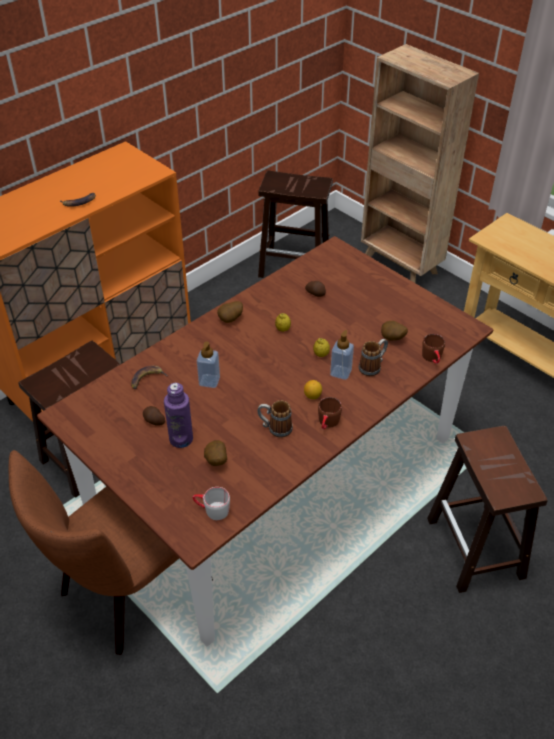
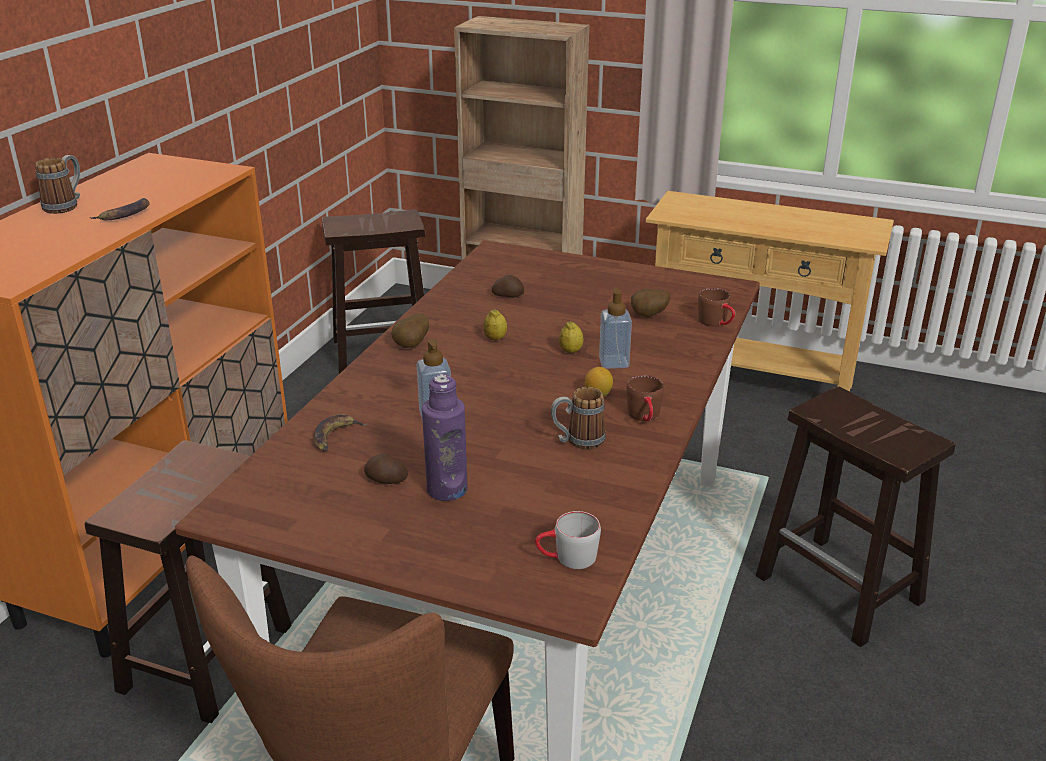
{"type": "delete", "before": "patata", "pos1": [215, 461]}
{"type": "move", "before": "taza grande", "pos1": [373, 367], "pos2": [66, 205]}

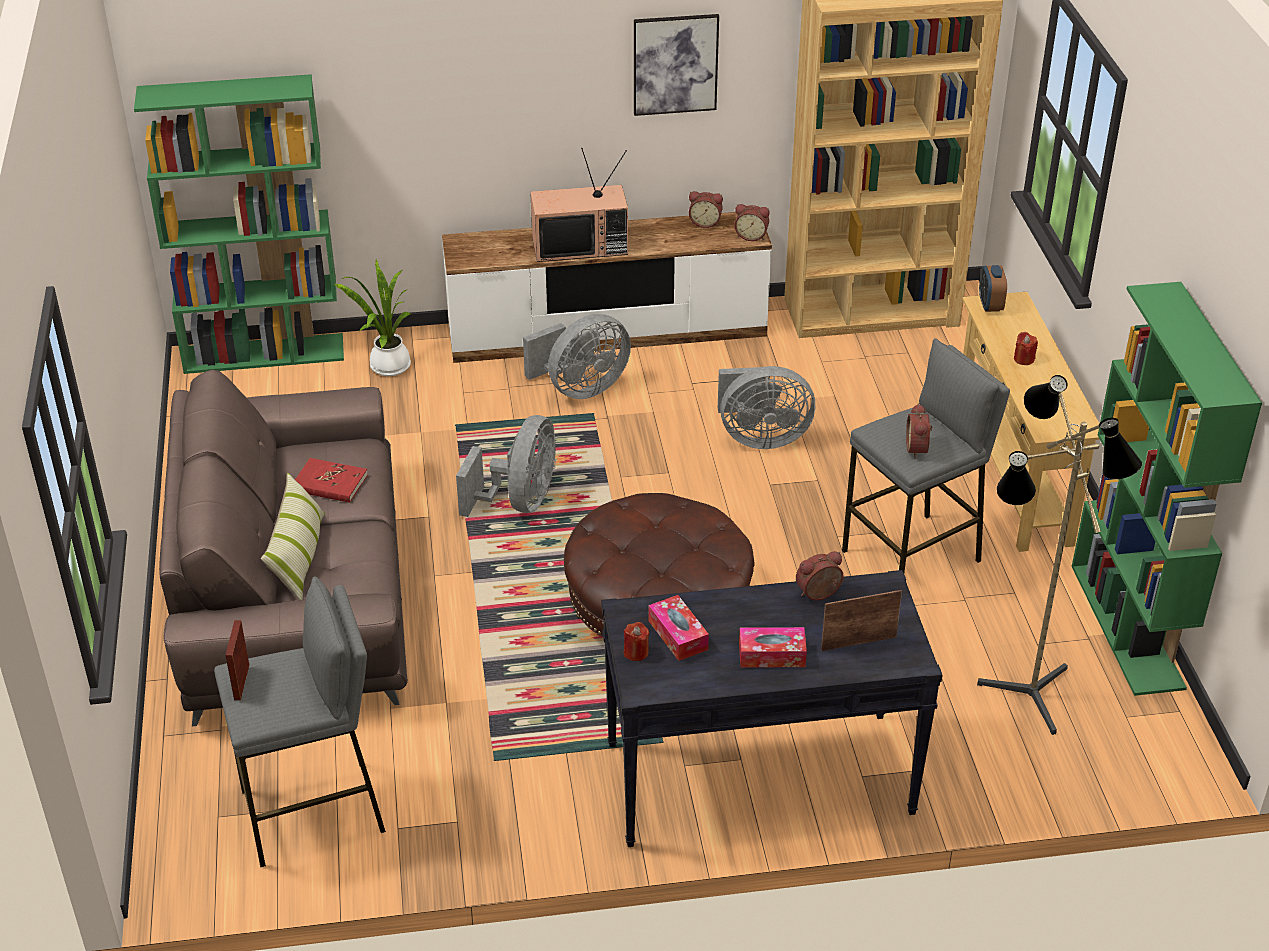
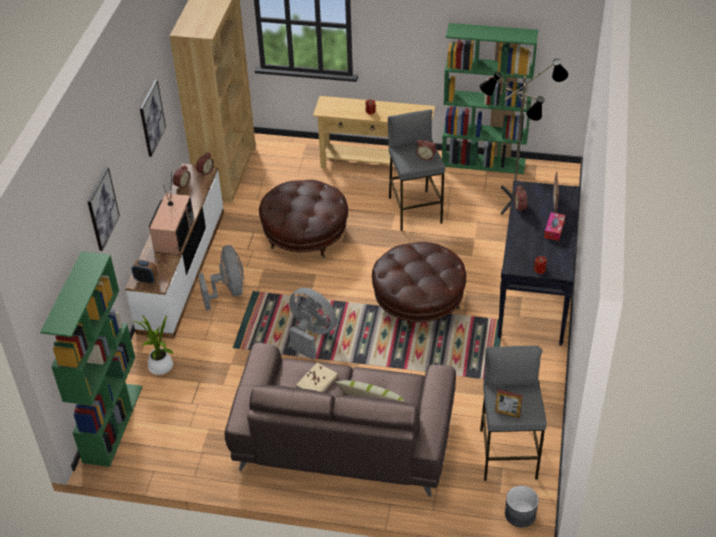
{"type": "recolor", "before": "libro/rojo", "after": "libro/beis", "pos1": [329, 483], "pos2": [317, 382]}
{"type": "delete", "before": "caja de pañuelos", "pos1": [678, 635]}
{"type": "replace", "before": "ventilador/gris", "after": "puf/marrón", "pos1": [760, 437], "pos2": [305, 235]}
{"type": "move", "before": "despertador", "pos1": [990, 305], "pos2": [146, 280]}
{"type": "insert", "after": "cuadro", "pos2": [102, 208]}
{"type": "insert", "after": "maceta/gris", "pos2": [520, 514]}

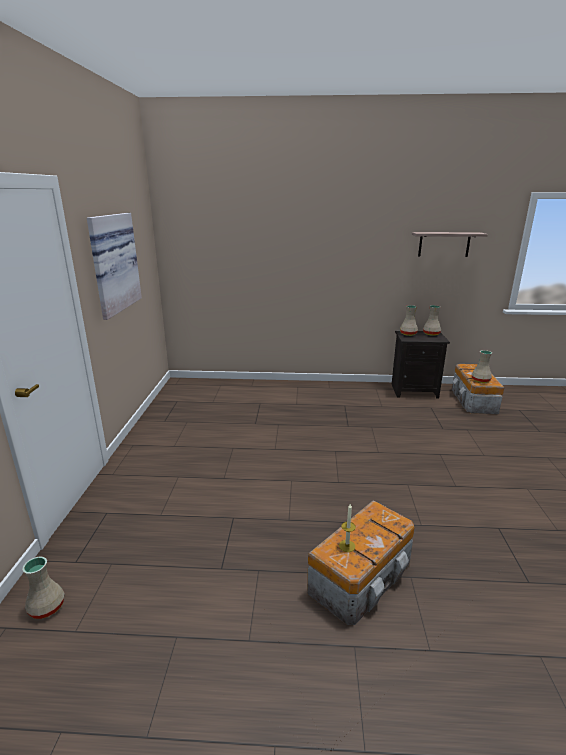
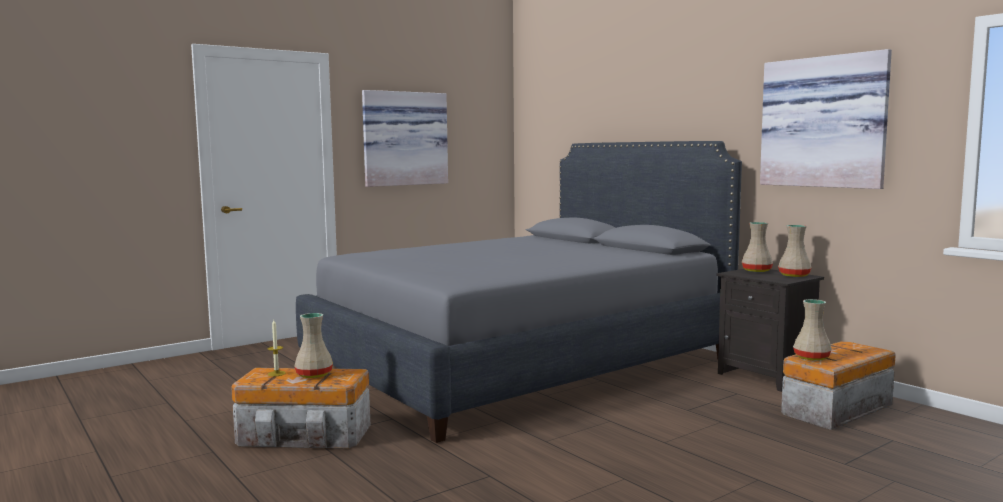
{"type": "move", "before": "florero/beis", "pos1": [48, 607], "pos2": [315, 375]}
{"type": "replace", "before": "estante", "after": "cuadro", "pos1": [444, 244], "pos2": [824, 122]}
{"type": "insert", "after": "cama/gris", "pos2": [520, 363]}

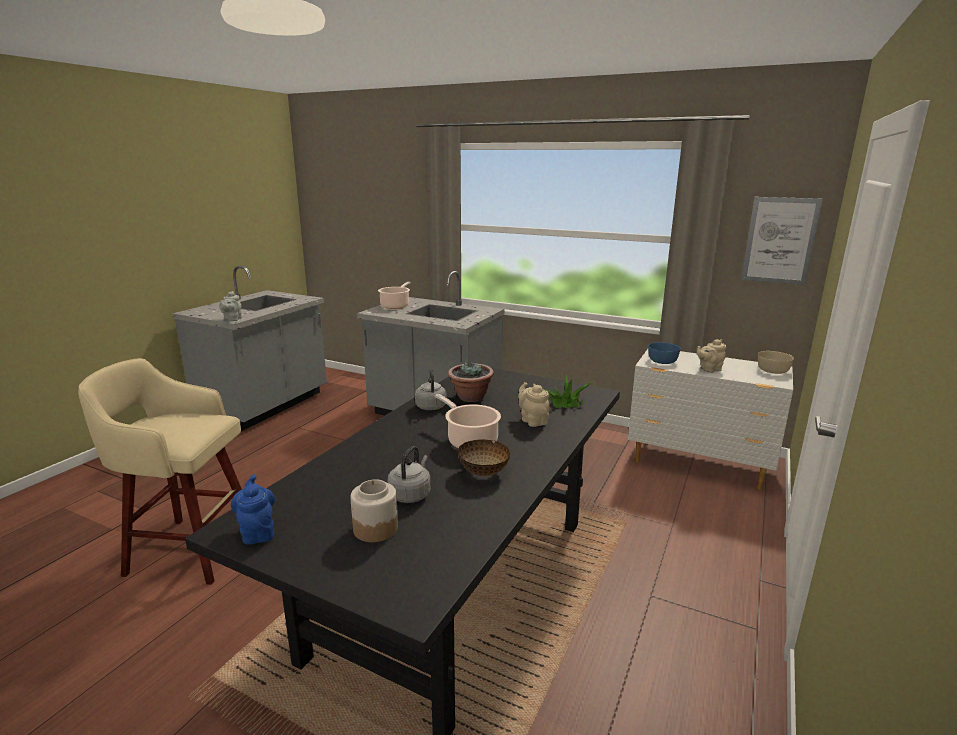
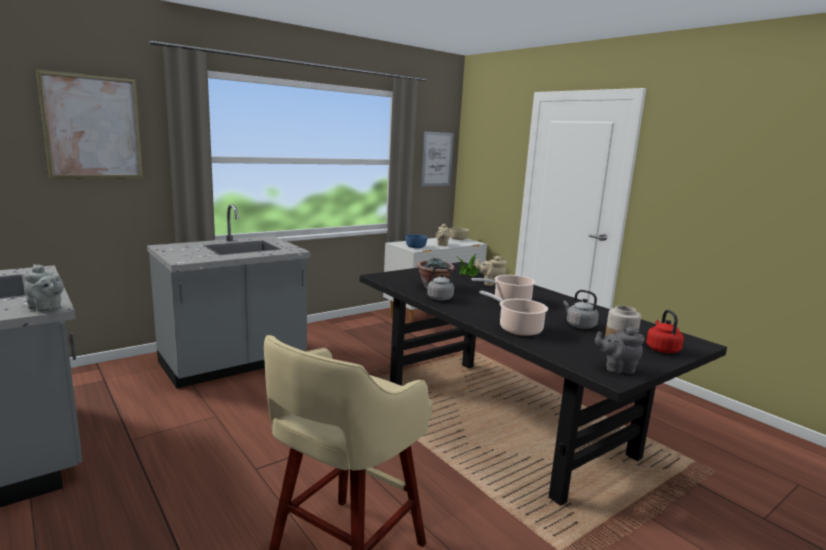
{"type": "recolor", "before": "tetera/azul", "after": "tetera/gris", "pos1": [257, 532], "pos2": [617, 369]}
{"type": "move", "before": "olla", "pos1": [395, 306], "pos2": [517, 329]}
{"type": "delete", "before": "cuenco", "pos1": [484, 473]}
{"type": "insert", "after": "cuadro", "pos2": [93, 127]}
{"type": "insert", "after": "hervidor/rojo", "pos2": [661, 349]}

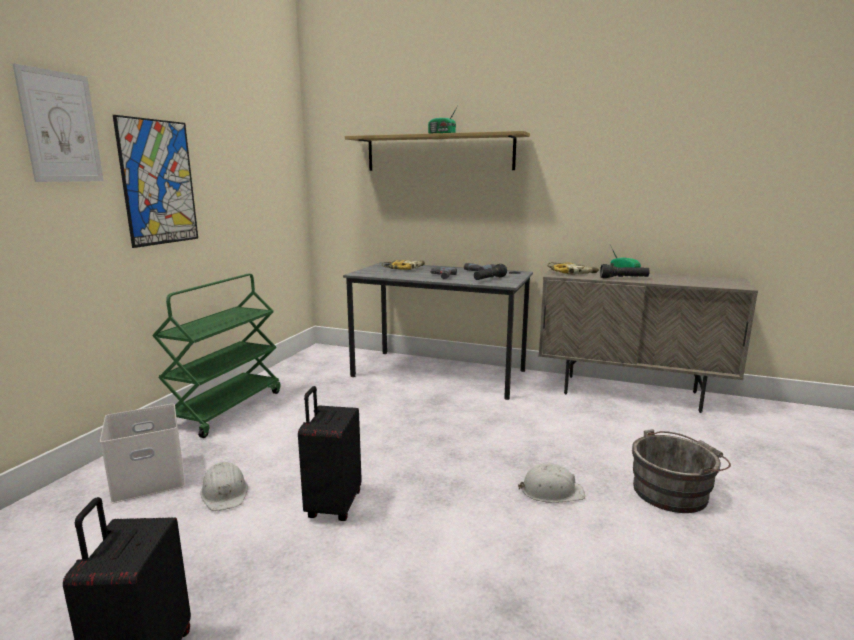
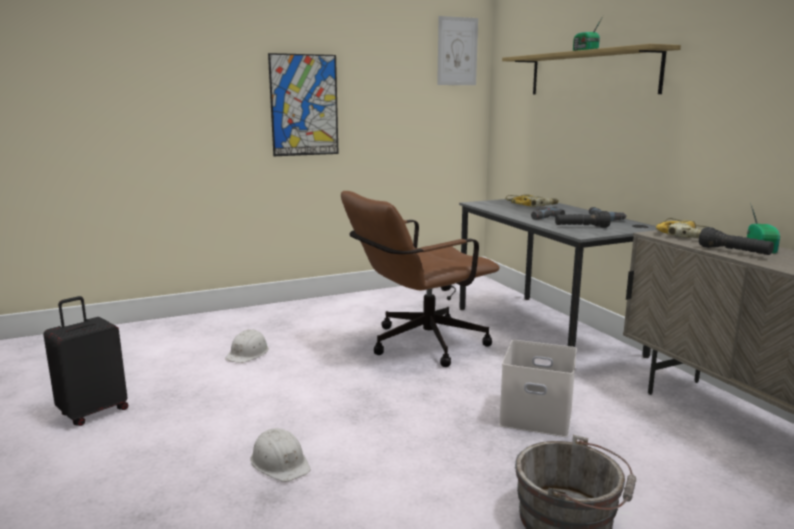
{"type": "move", "before": "cuadro", "pos1": [61, 127], "pos2": [457, 51]}
{"type": "move", "before": "caja de almacenaje/blanco", "pos1": [150, 477], "pos2": [538, 415]}
{"type": "delete", "before": "carrito/verde", "pos1": [226, 409]}
{"type": "delete", "before": "maleta/negro", "pos1": [332, 505]}
{"type": "move", "before": "casco/blanco", "pos1": [551, 491], "pos2": [280, 462]}
{"type": "insert", "after": "silla de oficina/marrón", "pos2": [418, 345]}

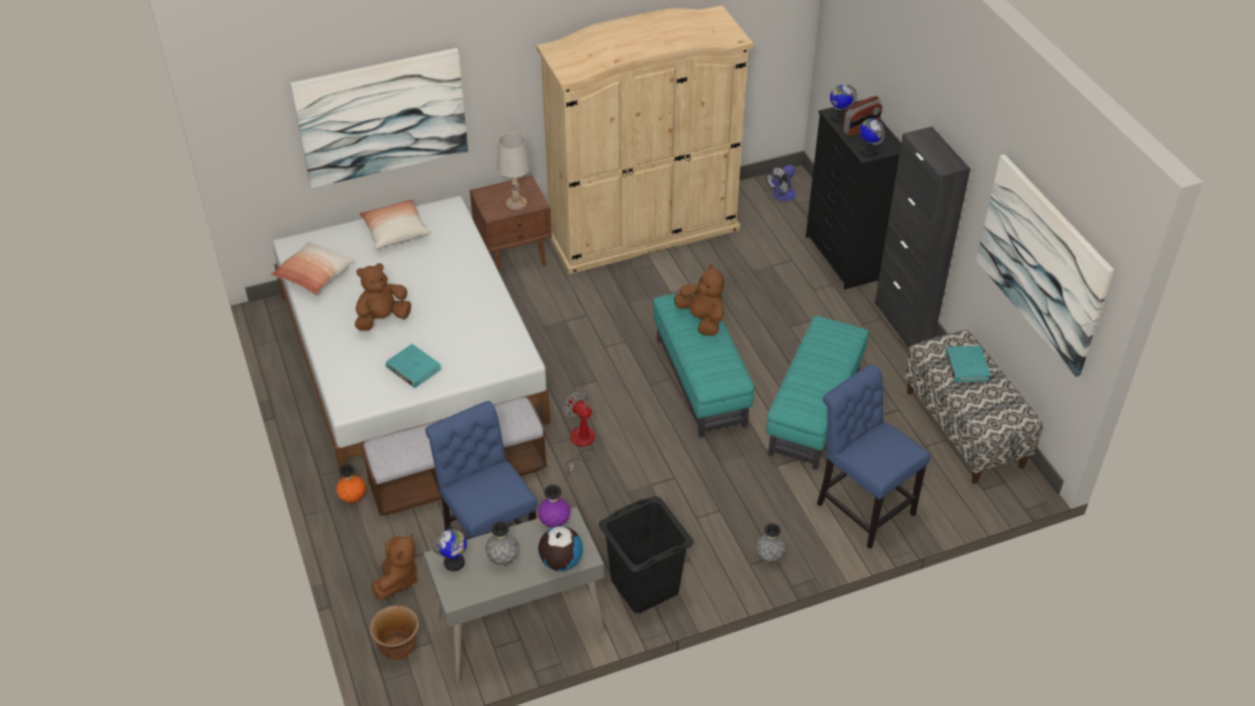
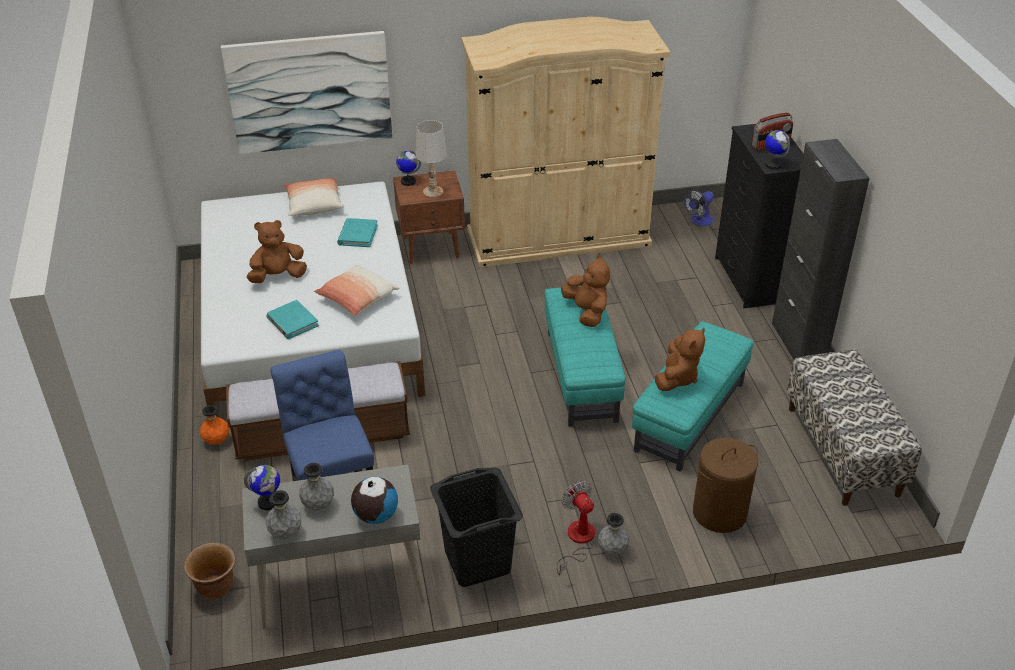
{"type": "move", "before": "cojín", "pos1": [314, 276], "pos2": [357, 299]}
{"type": "move", "before": "peluche/marrón", "pos1": [397, 579], "pos2": [677, 378]}
{"type": "delete", "before": "florero/morado", "pos1": [554, 522]}
{"type": "move", "before": "ventilador", "pos1": [580, 444], "pos2": [577, 540]}
{"type": "replace", "before": "silla/azul", "after": "cesto de la ropa/marrón", "pos1": [861, 506], "pos2": [720, 512]}
{"type": "move", "before": "globo terráqueo", "pos1": [838, 117], "pos2": [408, 181]}
{"type": "move", "before": "libro/turquesa", "pos1": [966, 366], "pos2": [357, 235]}
{"type": "delete", "before": "cuadro", "pos1": [1042, 264]}
{"type": "insert", "after": "florero/gris", "pos2": [286, 533]}

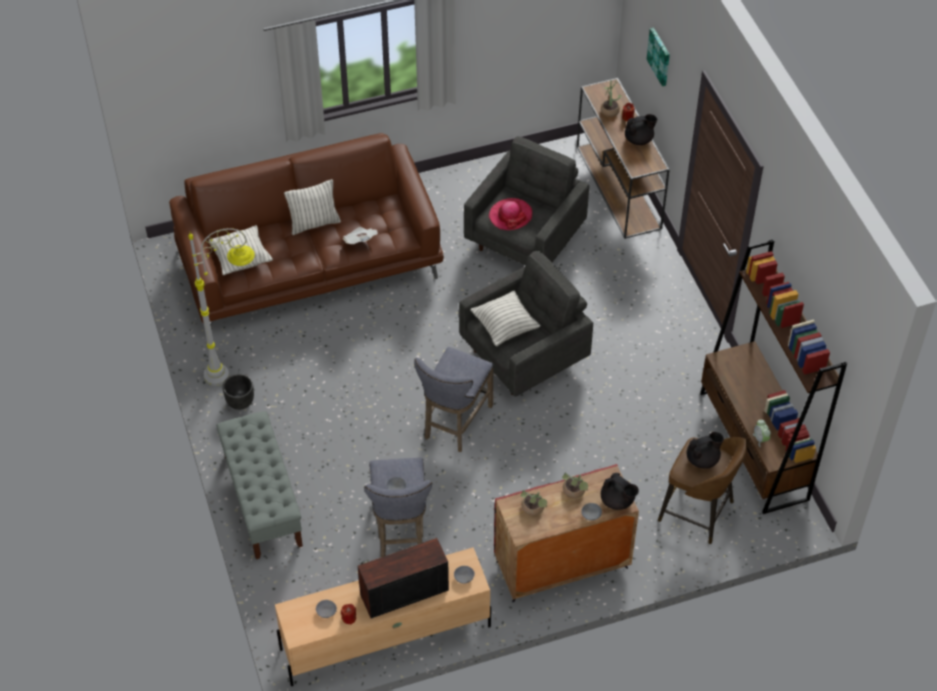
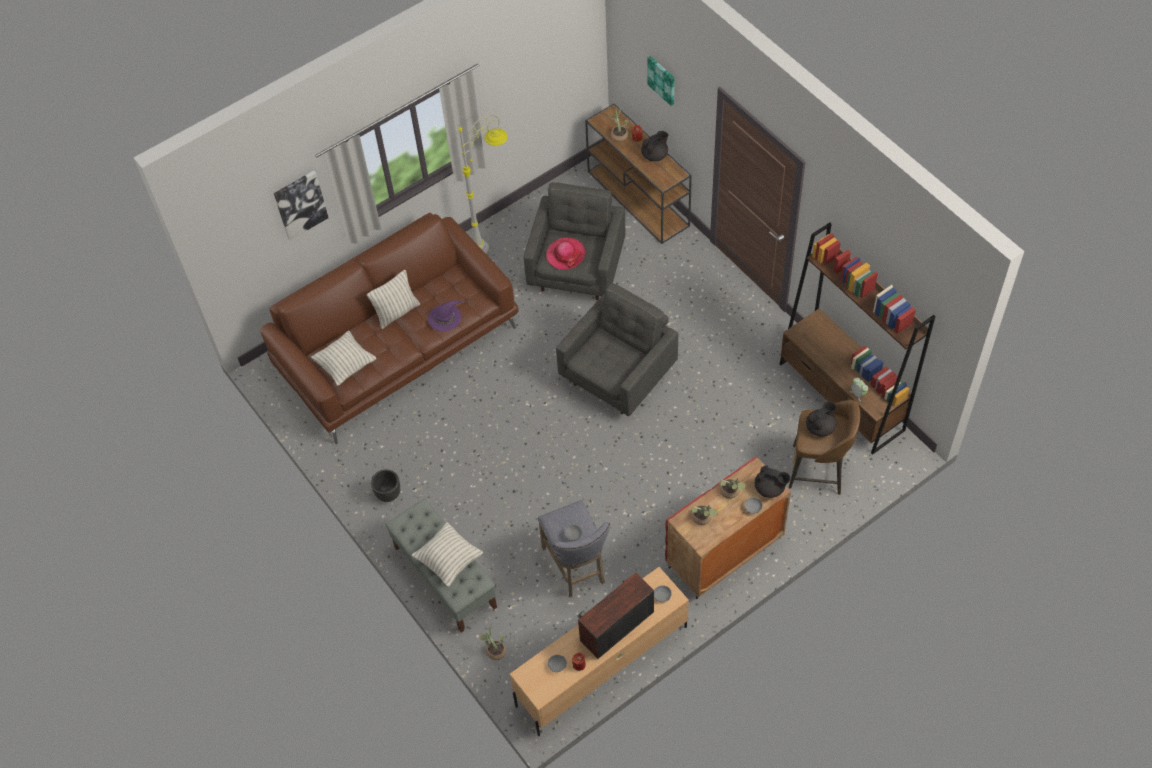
{"type": "move", "before": "lámpara de pie/gris", "pos1": [237, 370], "pos2": [493, 241]}
{"type": "replace", "before": "periódico", "after": "sombrero/morado", "pos1": [360, 241], "pos2": [445, 317]}
{"type": "delete", "before": "taburete/gris", "pos1": [454, 424]}
{"type": "move", "before": "cojín", "pos1": [505, 327], "pos2": [449, 560]}
{"type": "insert", "after": "cuadro", "pos2": [300, 204]}
{"type": "insert", "after": "planta en maceta", "pos2": [494, 650]}

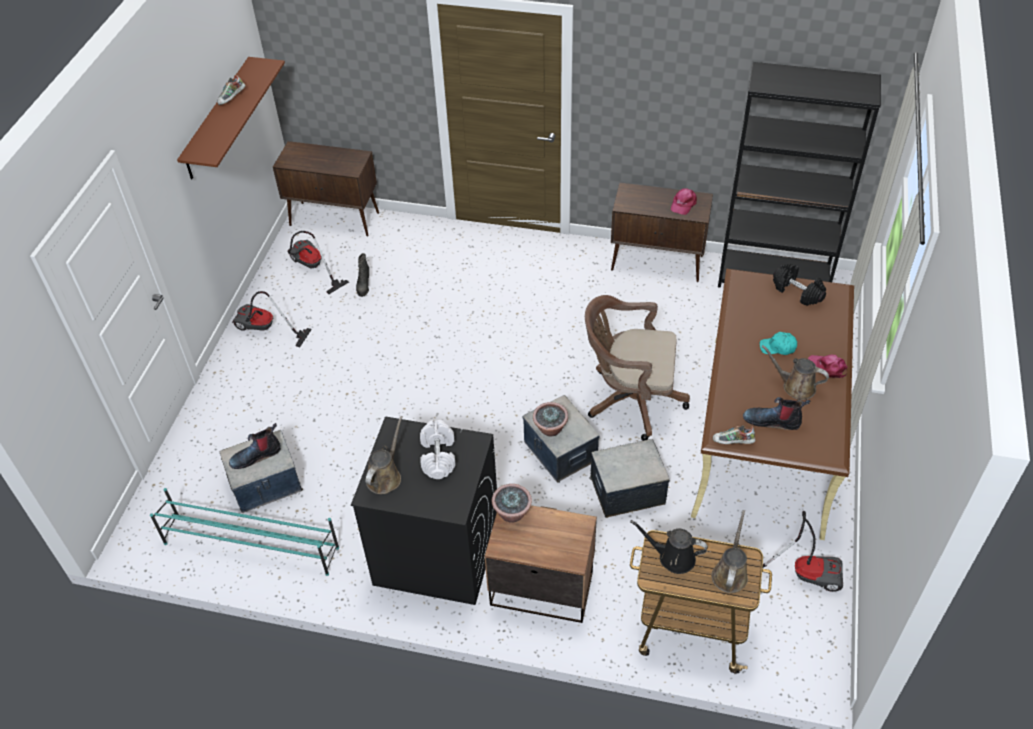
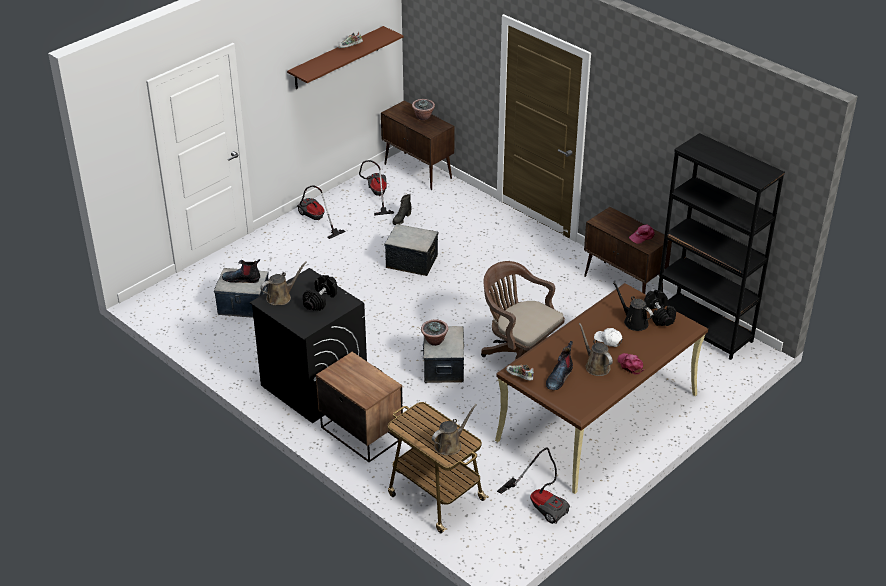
{"type": "delete", "before": "zapatero/turquesa", "pos1": [250, 545]}
{"type": "recolor", "before": "mancuerna/blanco", "after": "mancuerna/negro", "pos1": [438, 457], "pos2": [320, 300]}
{"type": "move", "before": "planta en maceta", "pos1": [512, 513], "pos2": [423, 117]}
{"type": "move", "before": "caja de almacenaje", "pos1": [627, 490], "pos2": [411, 261]}
{"type": "move", "before": "regadera/negro", "pos1": [673, 557], "pos2": [634, 321]}
{"type": "rotate", "before": "bota", "pos1": [772, 420], "pos2": [559, 377], "turn": -105}
{"type": "recolor", "before": "gorra/turquesa", "after": "gorra/blanco", "pos1": [778, 347], "pos2": [608, 340]}

